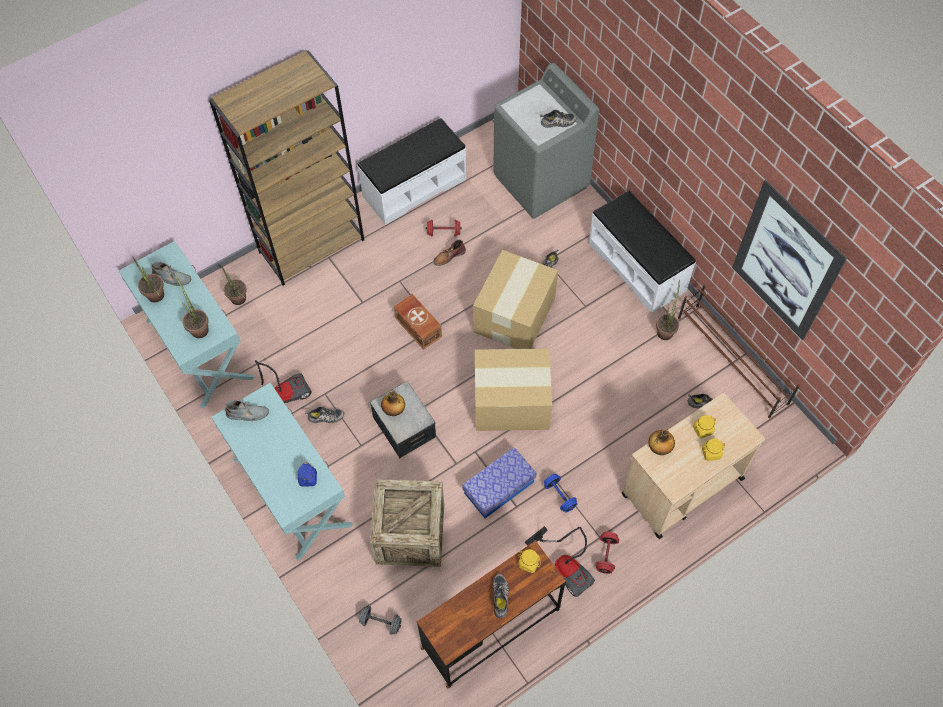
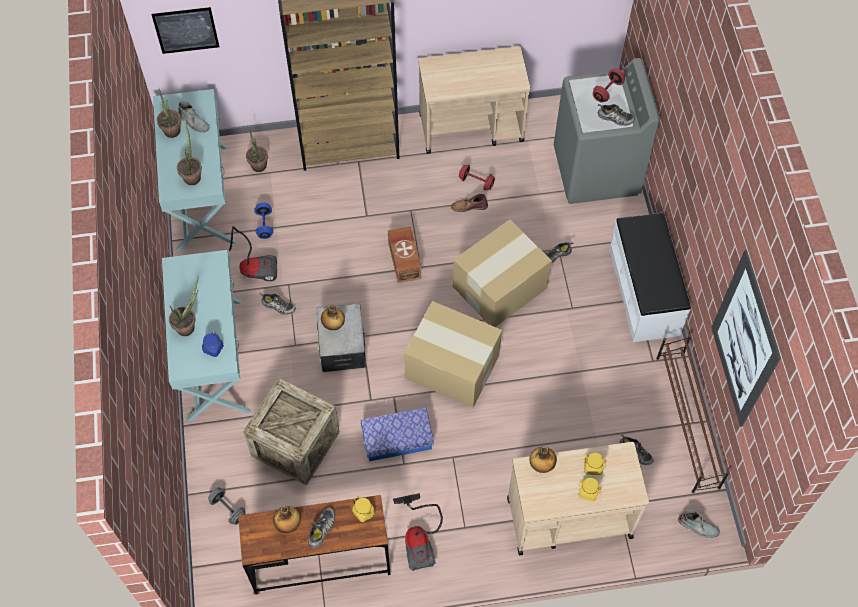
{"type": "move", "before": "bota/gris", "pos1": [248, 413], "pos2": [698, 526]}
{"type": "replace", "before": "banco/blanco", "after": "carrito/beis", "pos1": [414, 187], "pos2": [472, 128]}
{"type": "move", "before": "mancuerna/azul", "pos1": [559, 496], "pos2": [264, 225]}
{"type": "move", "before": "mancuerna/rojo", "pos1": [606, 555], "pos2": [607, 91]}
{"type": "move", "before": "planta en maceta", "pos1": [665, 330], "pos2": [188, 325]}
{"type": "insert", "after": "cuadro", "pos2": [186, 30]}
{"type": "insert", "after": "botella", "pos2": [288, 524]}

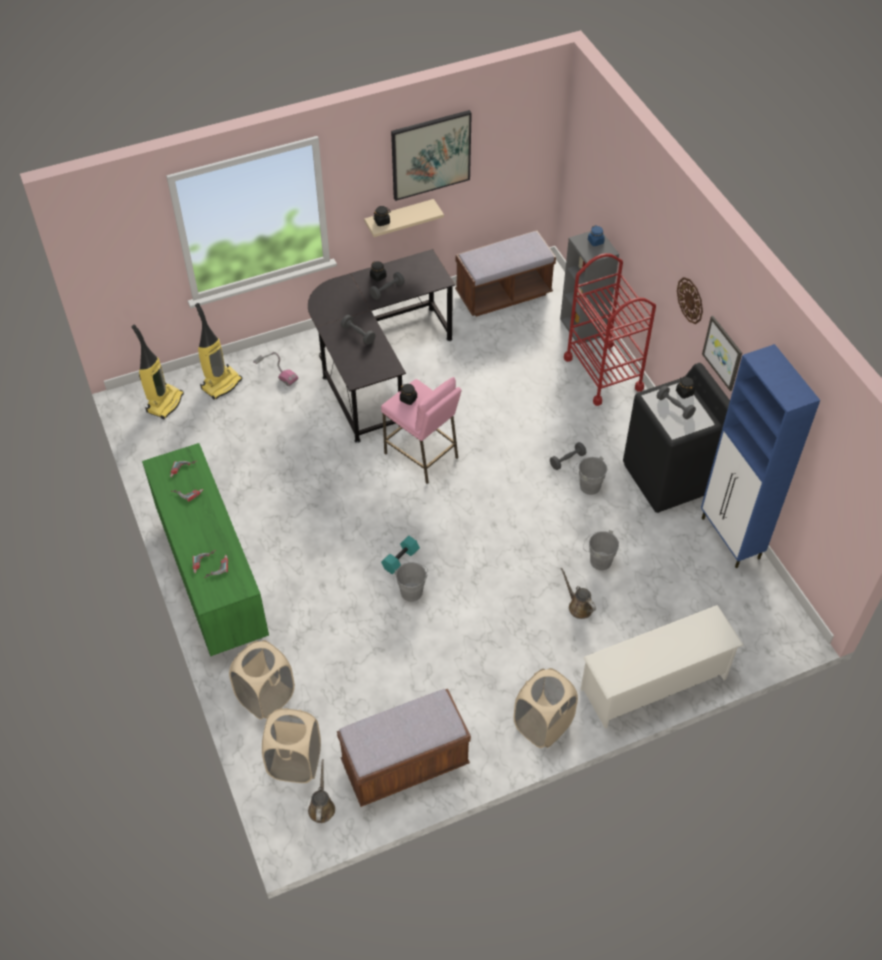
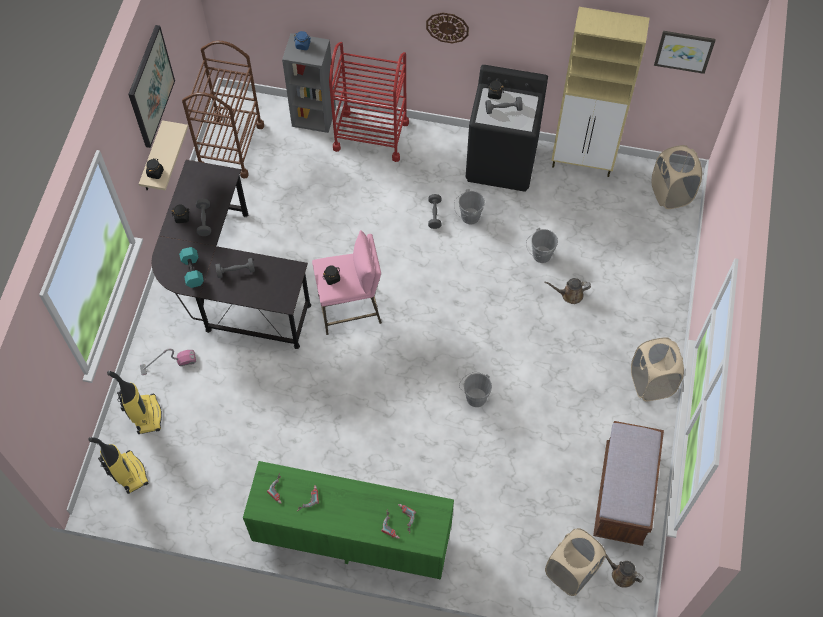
{"type": "move", "before": "cesto de la ropa/beis", "pos1": [266, 697], "pos2": [671, 193]}
{"type": "move", "before": "mancuerna/turquesa", "pos1": [401, 560], "pos2": [193, 271]}
{"type": "replace", "before": "banco/marrón", "after": "carrito/marrón", "pos1": [503, 294], "pos2": [231, 146]}
{"type": "delete", "before": "zapatero/blanco", "pos1": [654, 684]}
{"type": "recolor", "before": "armario/azul", "after": "armario/beis", "pos1": [730, 539], "pos2": [583, 162]}
{"type": "move", "before": "cuadro", "pos1": [723, 353], "pos2": [684, 51]}

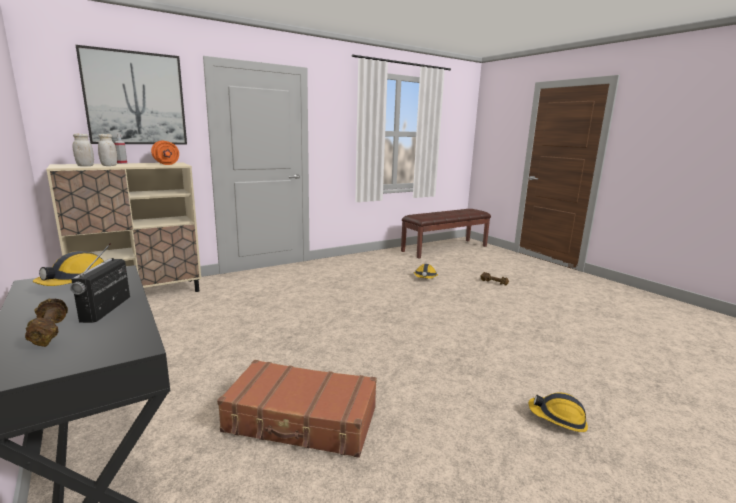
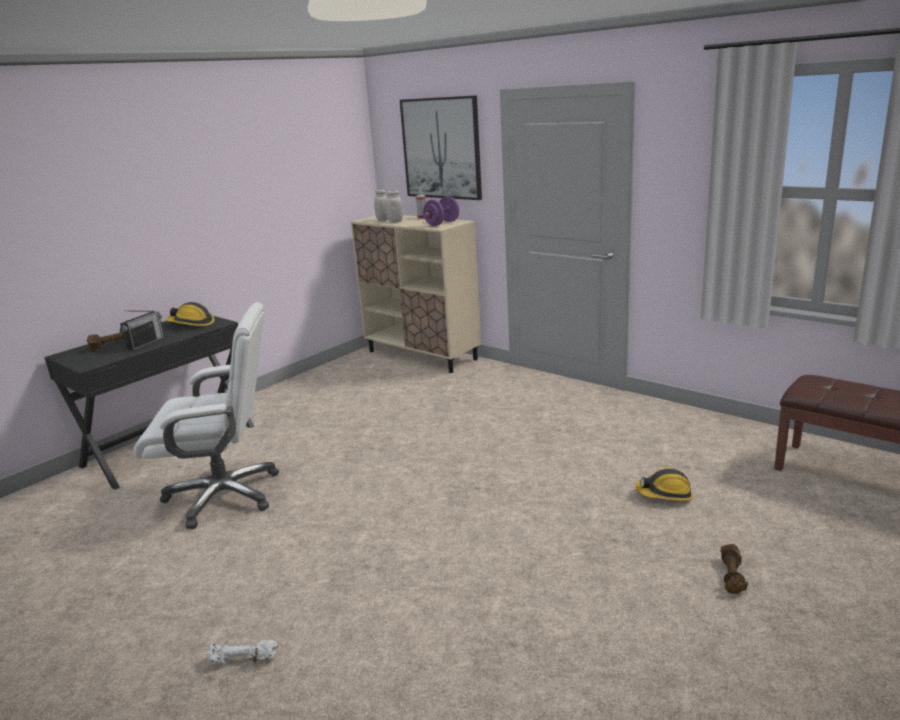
{"type": "rotate", "before": "radio", "pos1": [106, 309], "pos2": [145, 343], "turn": 135}
{"type": "recolor", "before": "mancuerna/naranja", "after": "mancuerna/morado", "pos1": [166, 164], "pos2": [442, 223]}
{"type": "replace", "before": "maleta/marrón", "after": "silla de oficina/blanco", "pos1": [301, 420], "pos2": [225, 495]}
{"type": "replace", "before": "casco", "after": "mancuerna/blanco", "pos1": [558, 418], "pos2": [243, 661]}

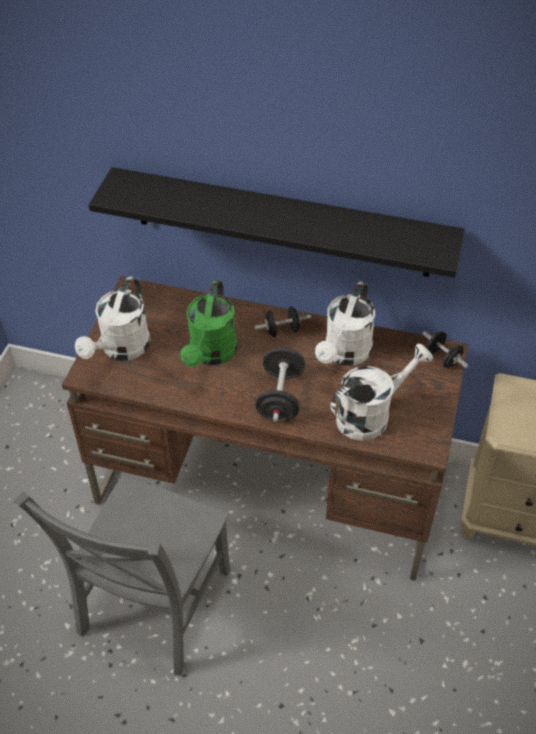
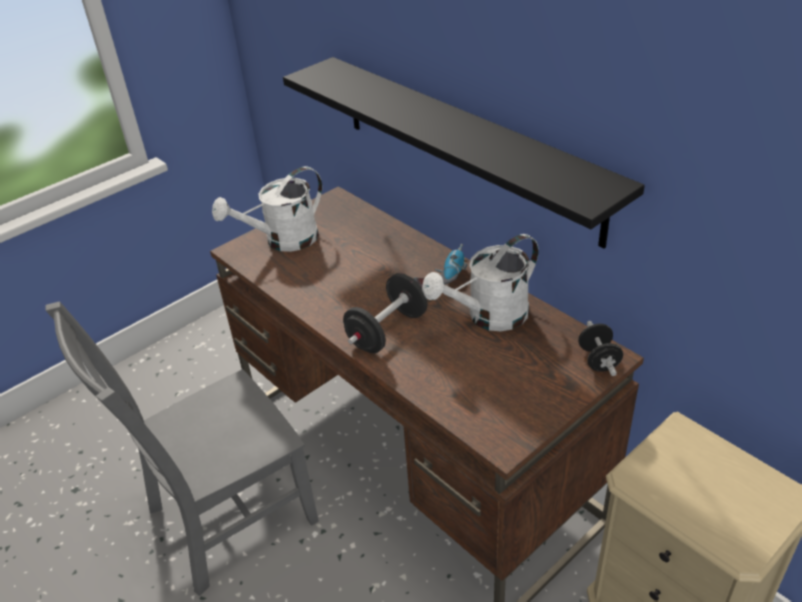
{"type": "delete", "before": "regadera/verde", "pos1": [211, 354]}
{"type": "replace", "before": "mancuerna/negro", "after": "taladro", "pos1": [282, 330], "pos2": [443, 274]}
{"type": "delete", "before": "regadera/blanco", "pos1": [371, 414]}

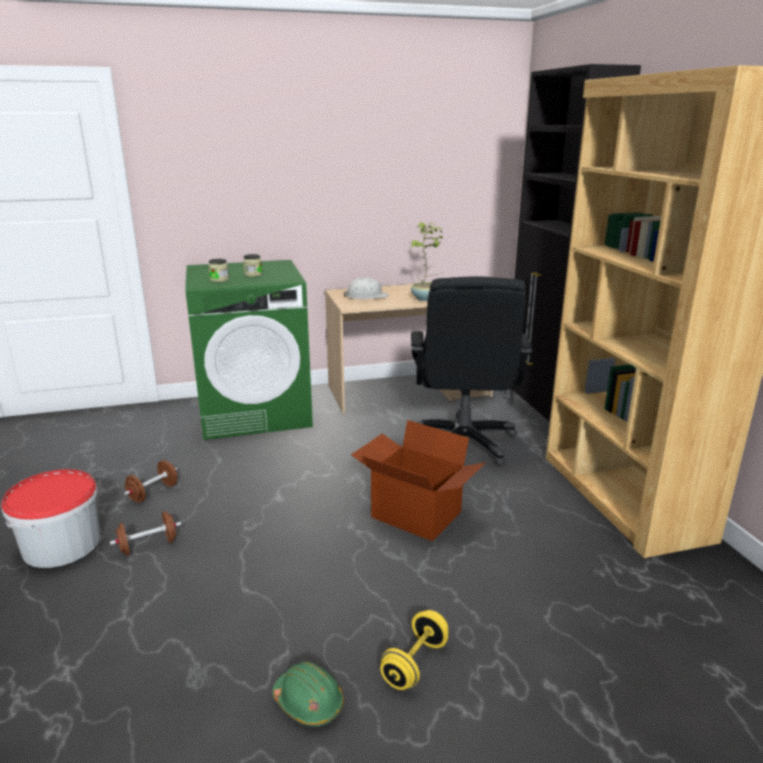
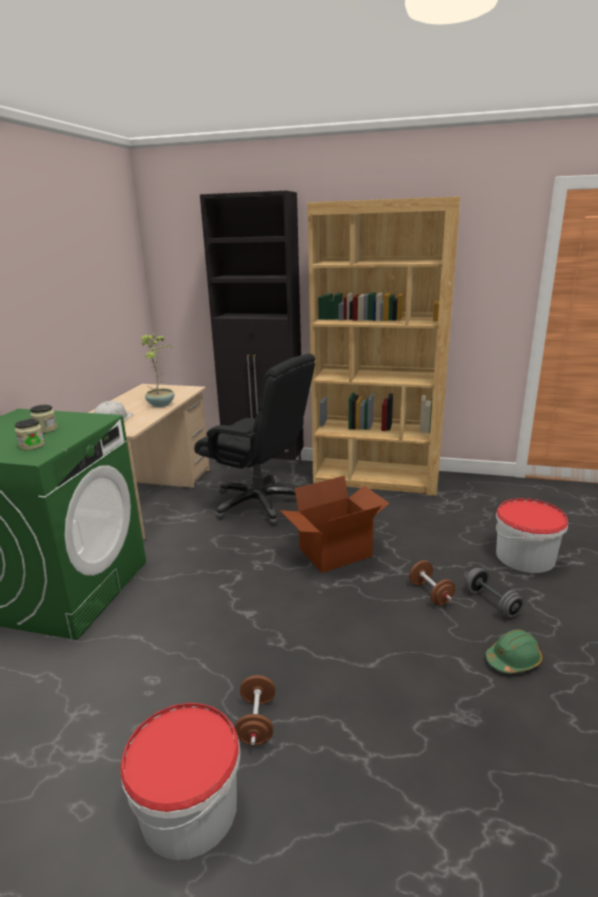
{"type": "move", "before": "mancuerna/marrón", "pos1": [153, 493], "pos2": [430, 593]}
{"type": "recolor", "before": "mancuerna/amarillo", "after": "mancuerna/gris", "pos1": [415, 663], "pos2": [491, 603]}
{"type": "insert", "after": "cubo", "pos2": [525, 556]}

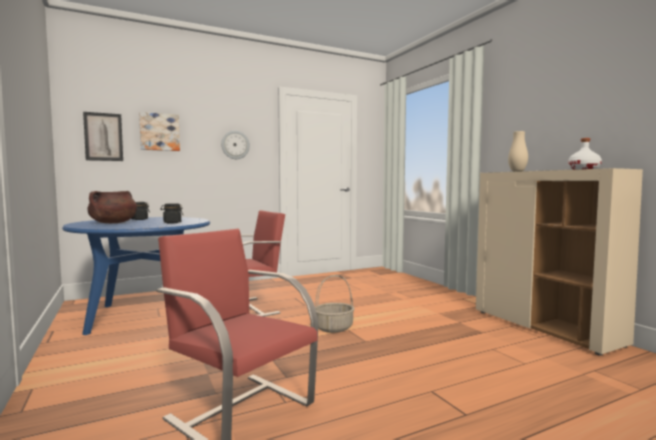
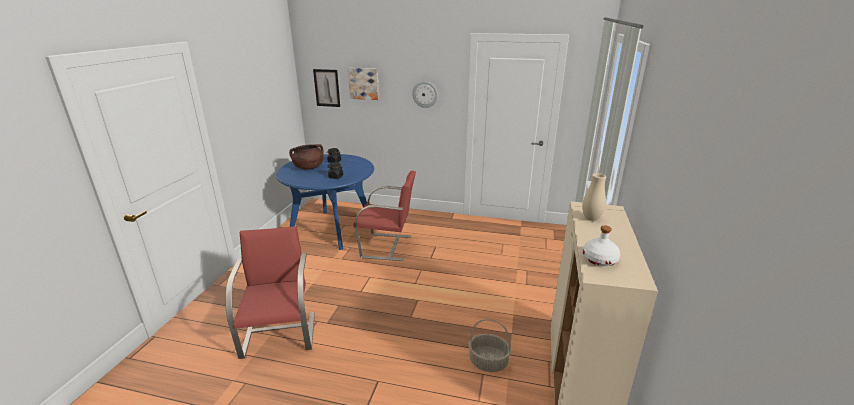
{"type": "move", "before": "cesta", "pos1": [333, 328], "pos2": [488, 362]}

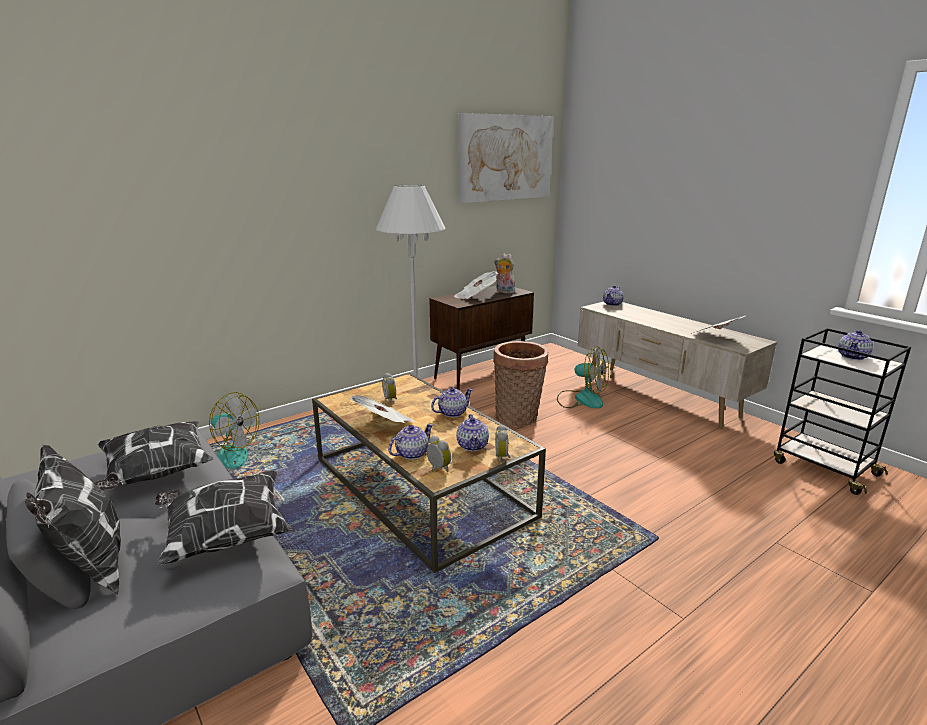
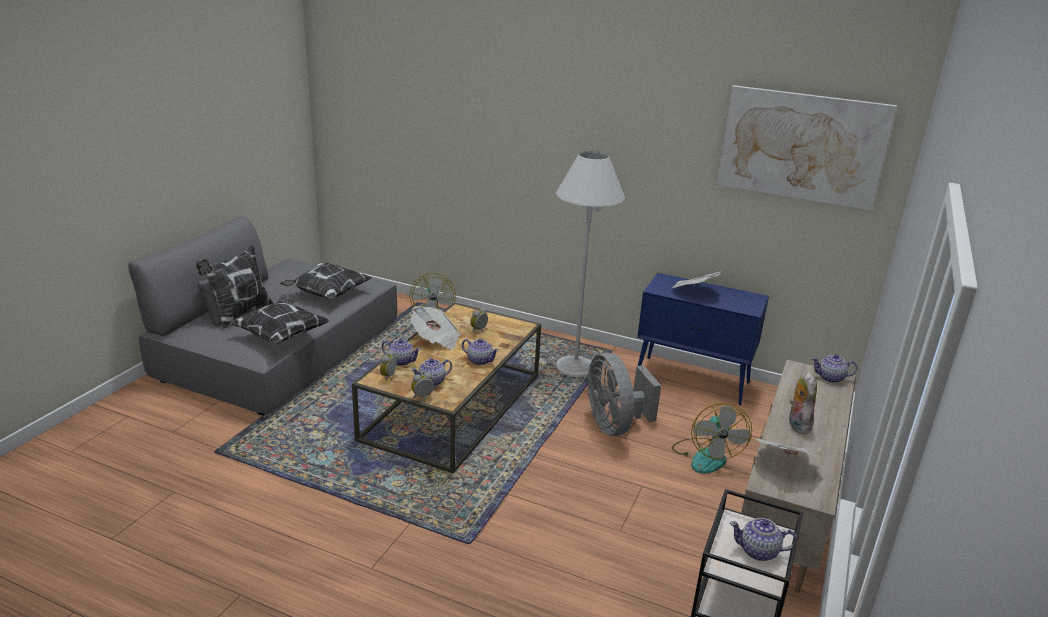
{"type": "recolor", "before": "armario/marrón", "after": "armario/azul", "pos1": [482, 374], "pos2": [693, 380]}
{"type": "replace", "before": "cesta", "after": "ventilador/gris", "pos1": [518, 419], "pos2": [614, 425]}
{"type": "move", "before": "peluche", "pos1": [504, 292], "pos2": [797, 424]}

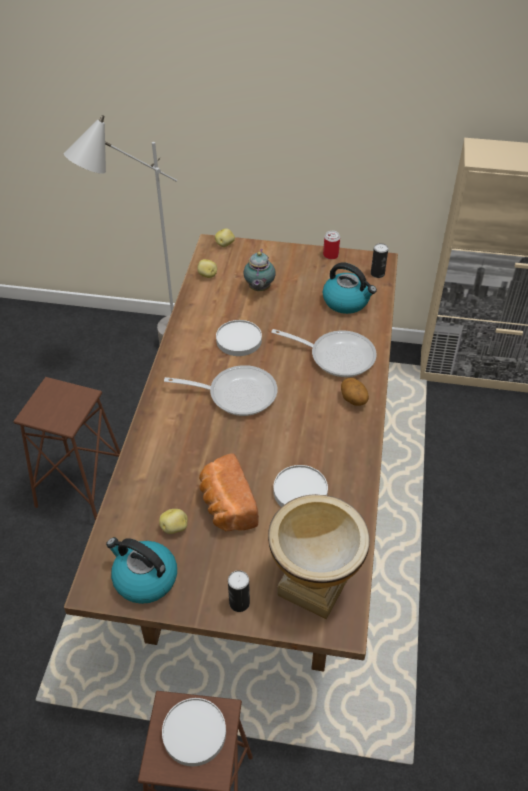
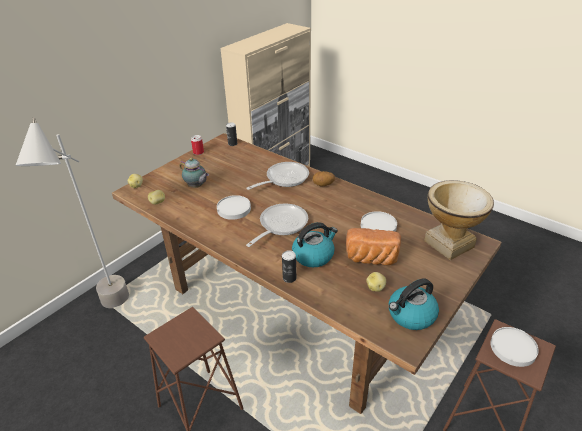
{"type": "move", "before": "lata", "pos1": [239, 603], "pos2": [289, 278]}
{"type": "move", "before": "hervidor", "pos1": [346, 301], "pos2": [313, 255]}

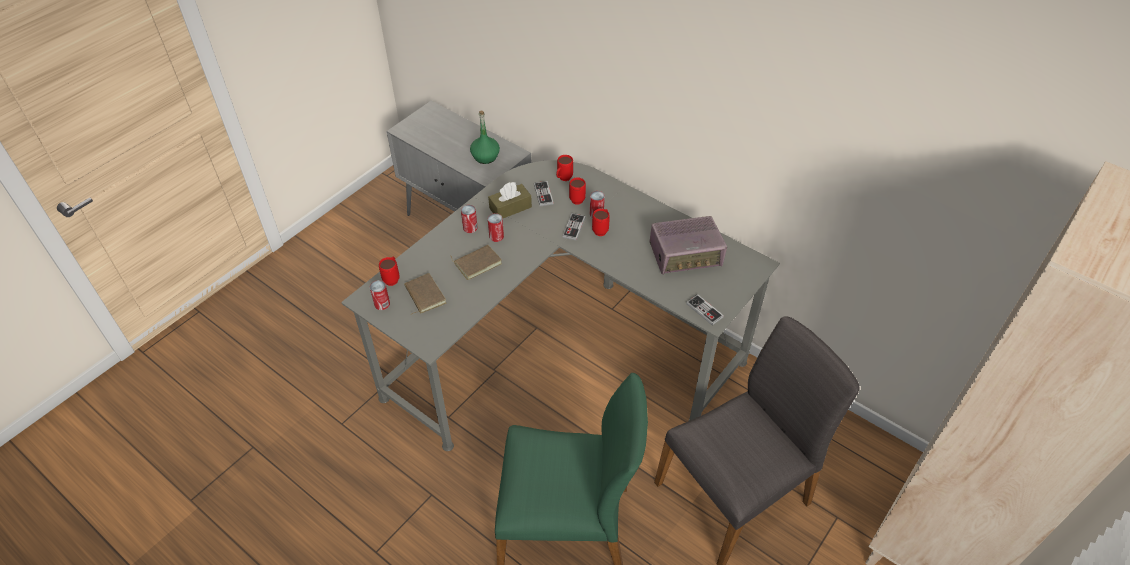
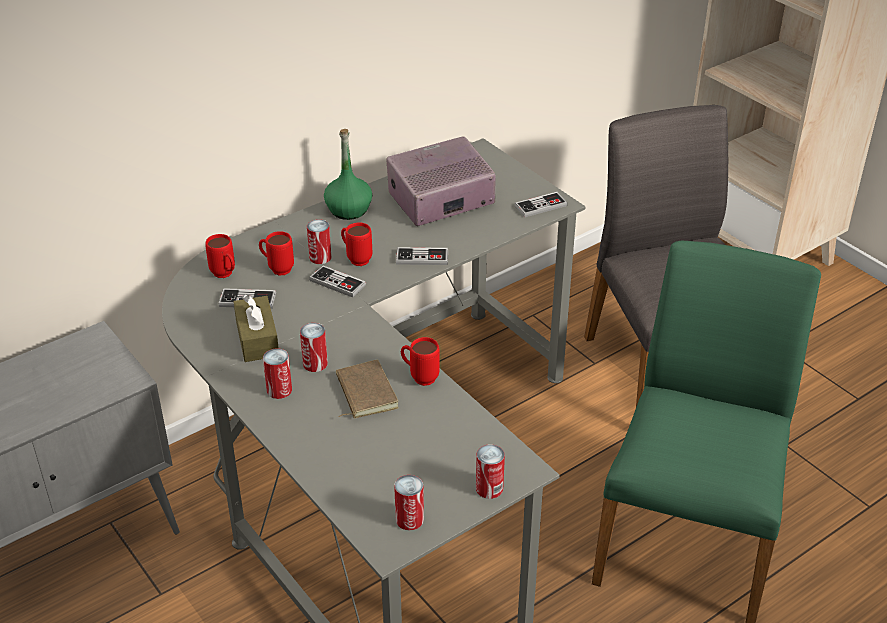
{"type": "move", "before": "taza grande/rojo", "pos1": [392, 278], "pos2": [419, 377]}
{"type": "delete", "before": "libro/marrón", "pos1": [424, 295]}
{"type": "move", "before": "botella/verde", "pos1": [485, 157], "pos2": [348, 210]}
{"type": "rotate", "before": "radio", "pos1": [686, 255], "pos2": [440, 200], "turn": -120}
{"type": "insert", "after": "mando de consola", "pos2": [422, 258]}
{"type": "insert", "after": "lata", "pos2": [489, 488]}

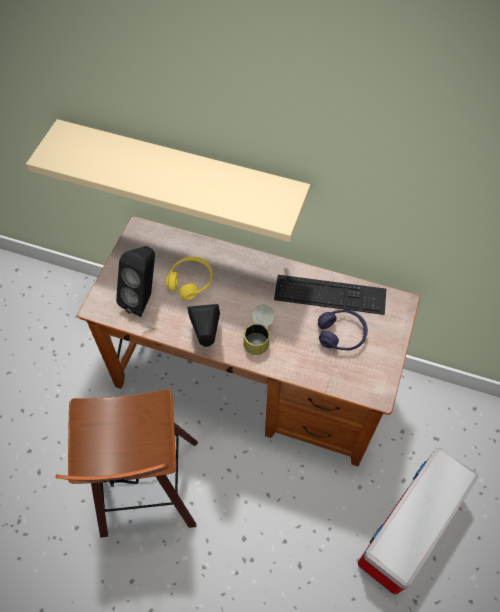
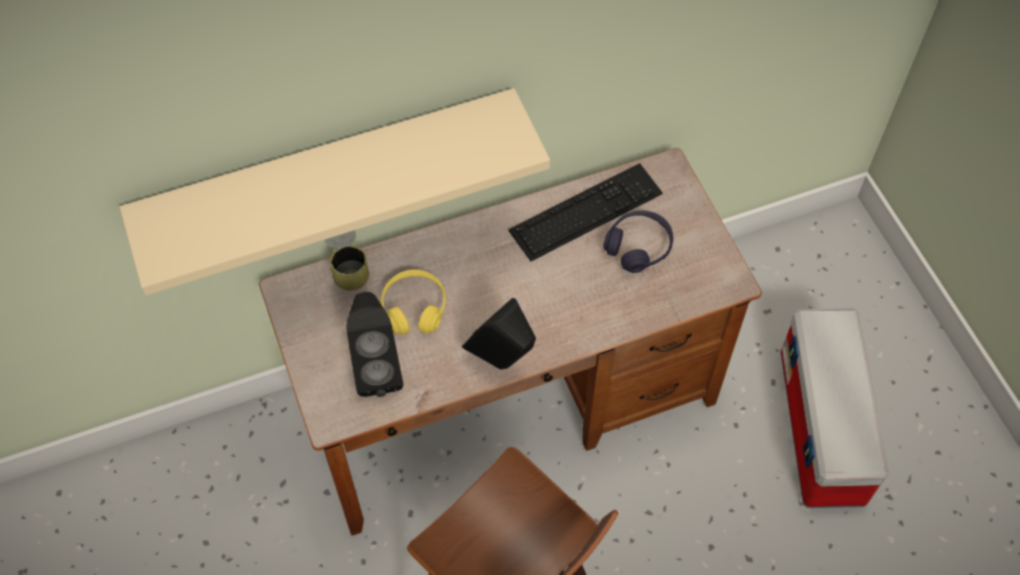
{"type": "move", "before": "lata", "pos1": [259, 337], "pos2": [348, 266]}

